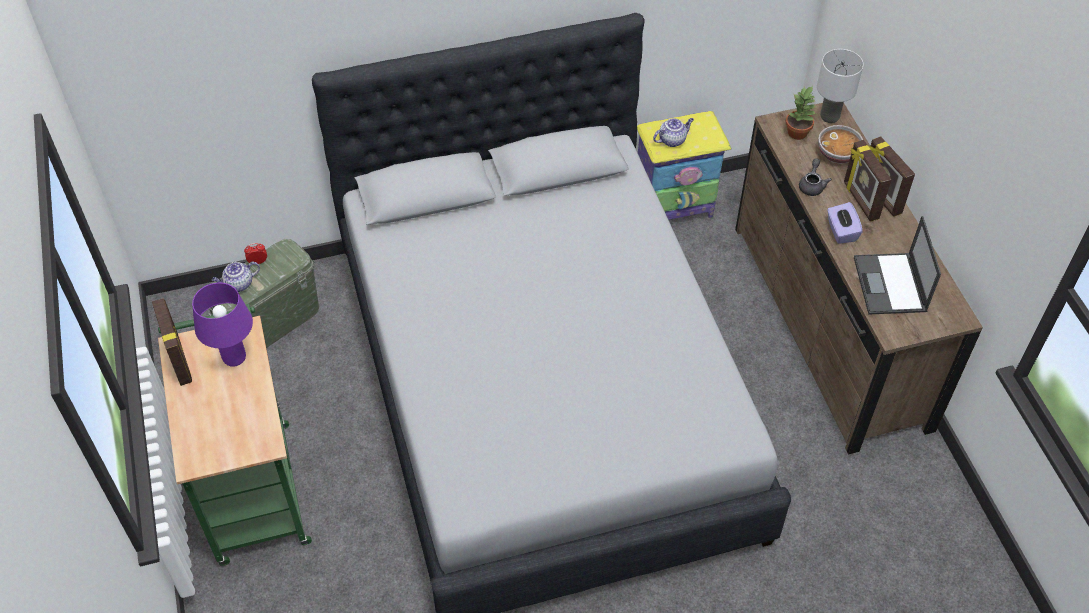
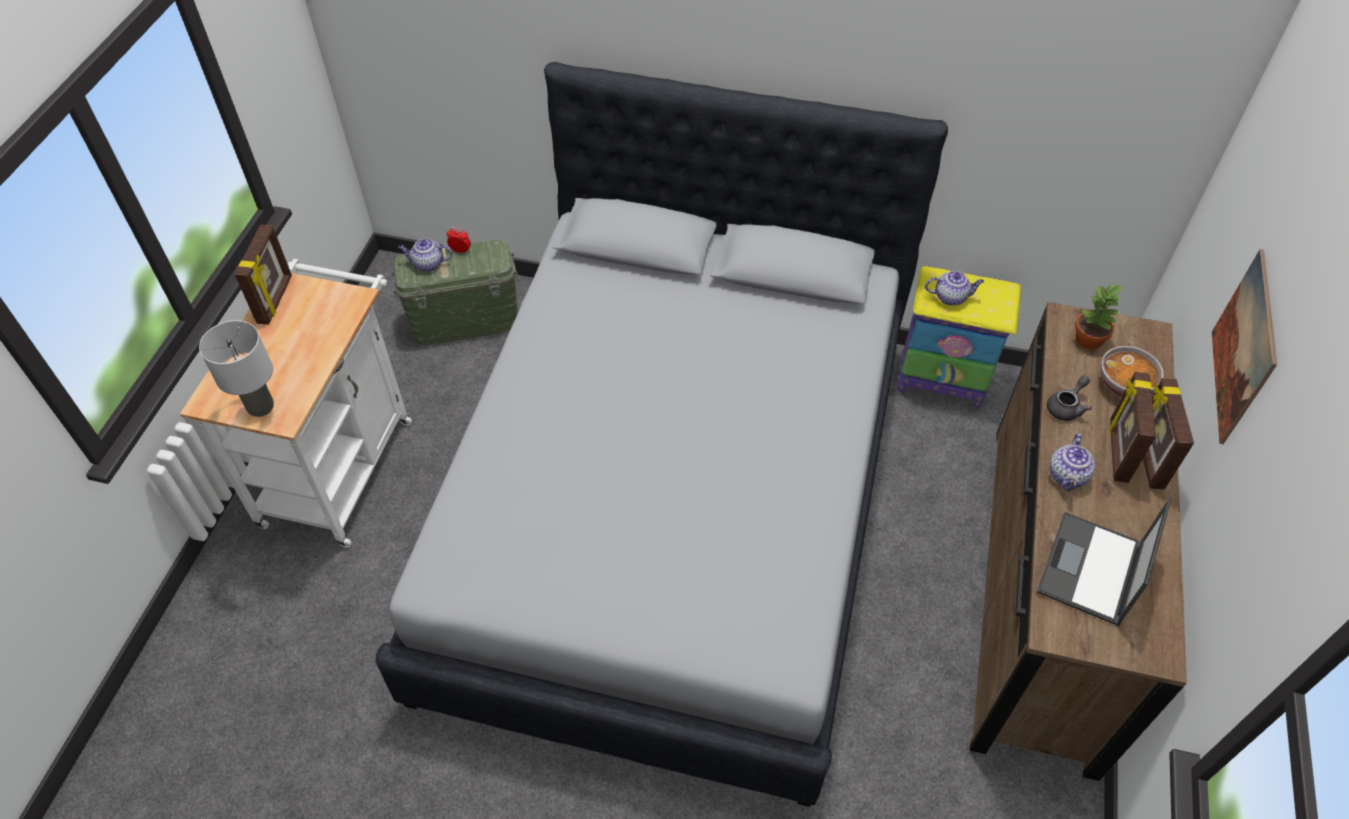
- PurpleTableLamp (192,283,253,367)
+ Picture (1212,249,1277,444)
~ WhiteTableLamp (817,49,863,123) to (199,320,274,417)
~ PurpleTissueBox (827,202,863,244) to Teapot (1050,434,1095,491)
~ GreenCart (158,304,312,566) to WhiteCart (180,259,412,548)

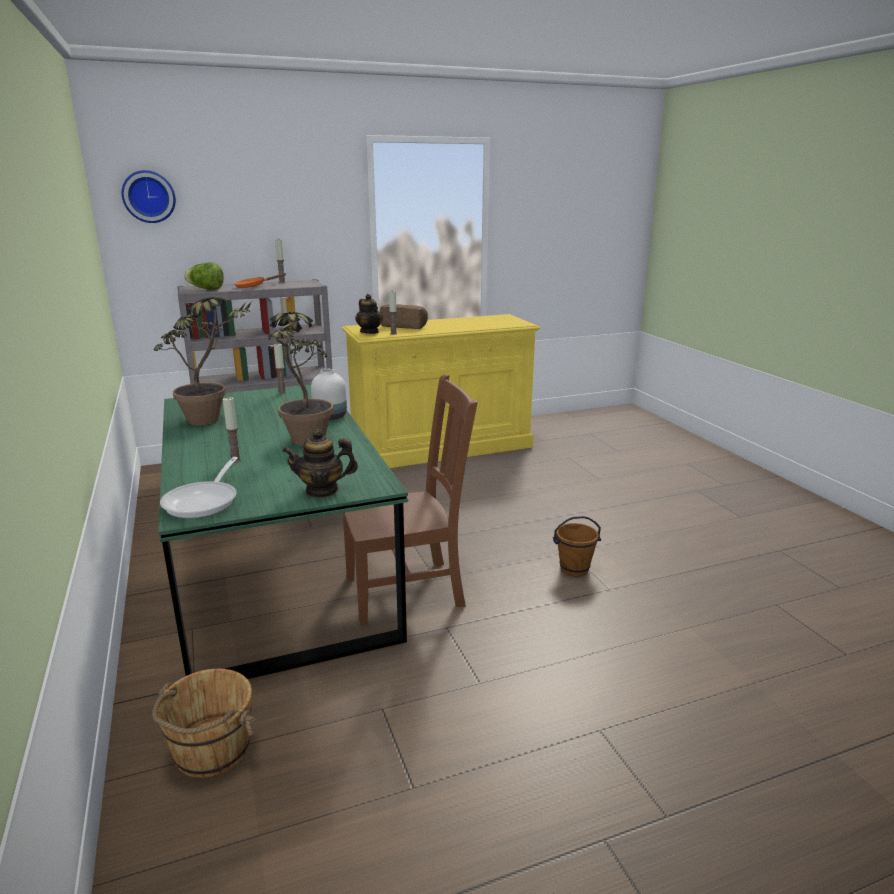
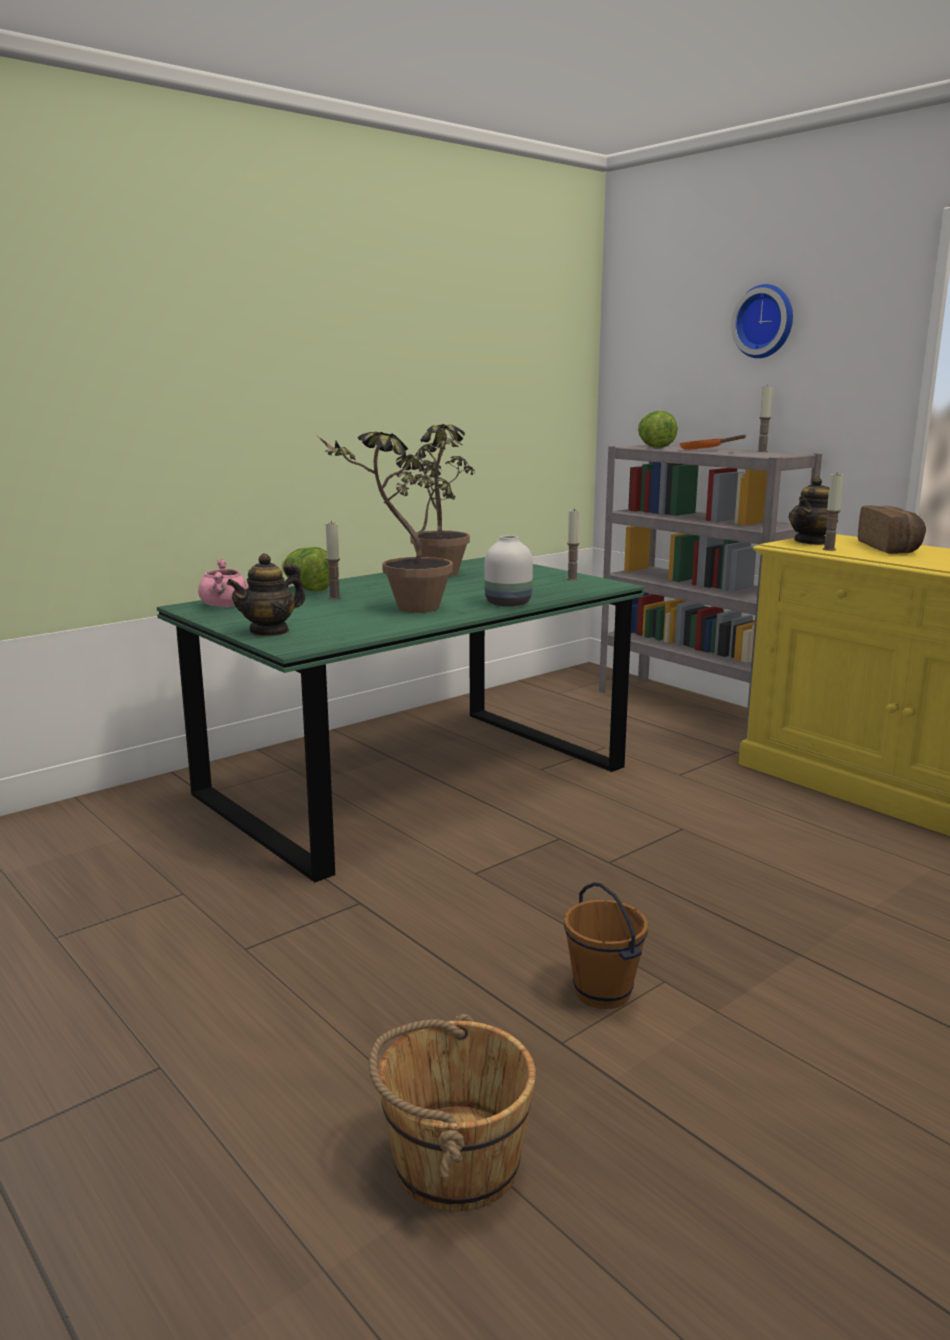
- BrownChair (343,374,478,625)
+ Lettuce (282,547,330,592)
~ WallClock (122,170,176,223) to (731,284,793,358)
~ BrownBucket (152,668,255,778) to (369,1014,536,1212)
~ FryingPan (160,457,238,518) to PinkCookingPot (198,559,248,607)
~ Teapot (282,429,358,498) = (227,553,305,637) 105 degrees counterclockwise

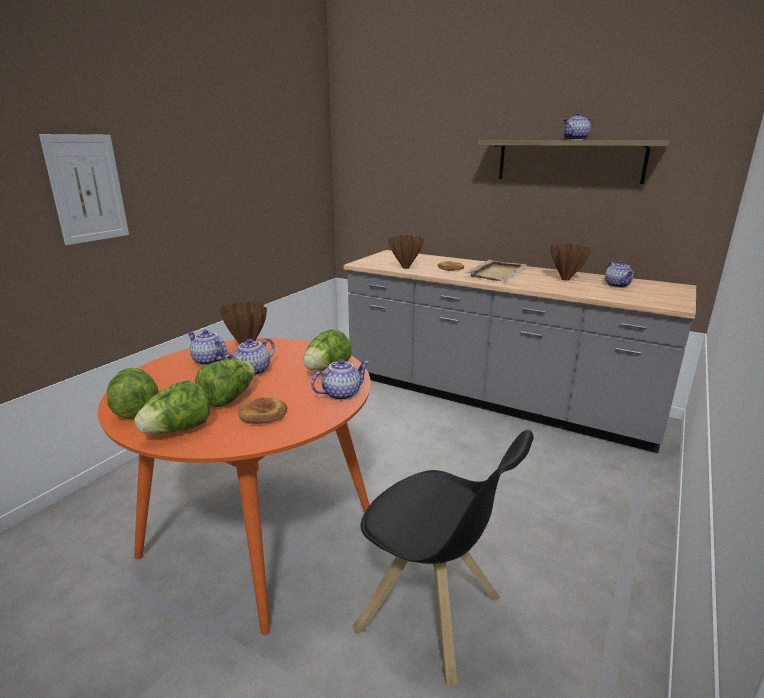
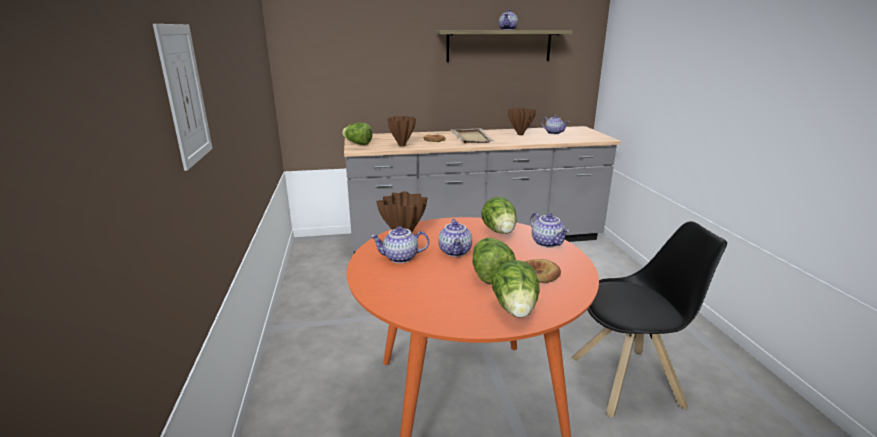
~ Lettuce (107,368,158,419) to (342,122,373,145)
~ Teapot (311,359,369,400) = (530,212,569,248) 135 degrees clockwise

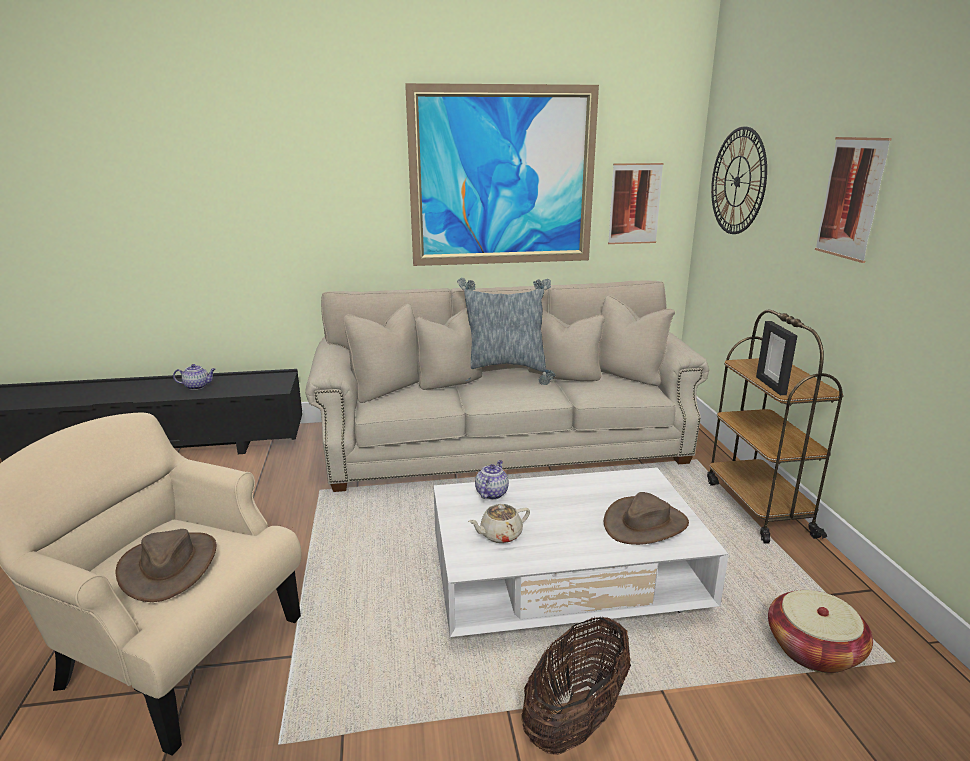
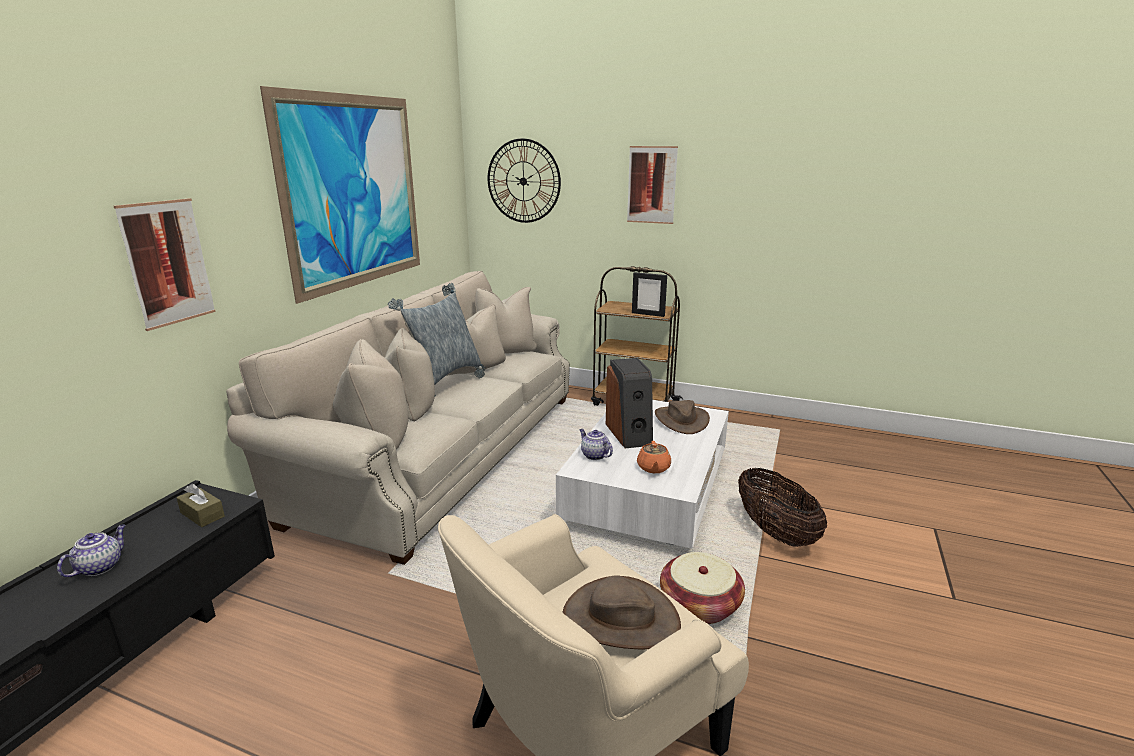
+ BrownTissueBox (177,484,225,527)
+ Speaker (606,358,653,449)
~ Picture (608,163,663,244) to (114,198,216,331)
~ Basket (768,590,873,673) to (660,552,745,624)
~ BeigeTeapot (468,504,530,543) to OrangeTeapot (637,441,671,473)

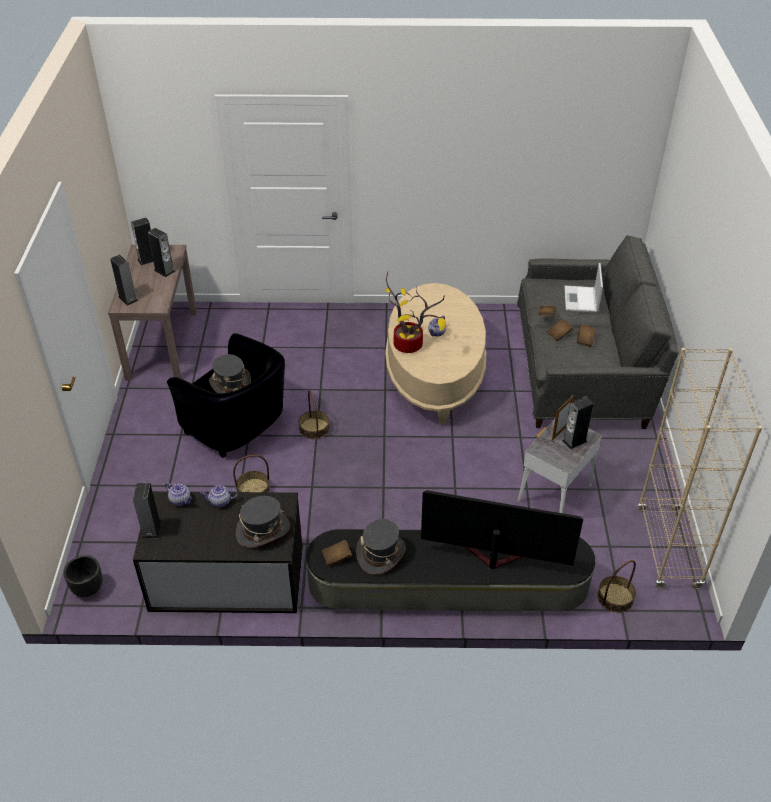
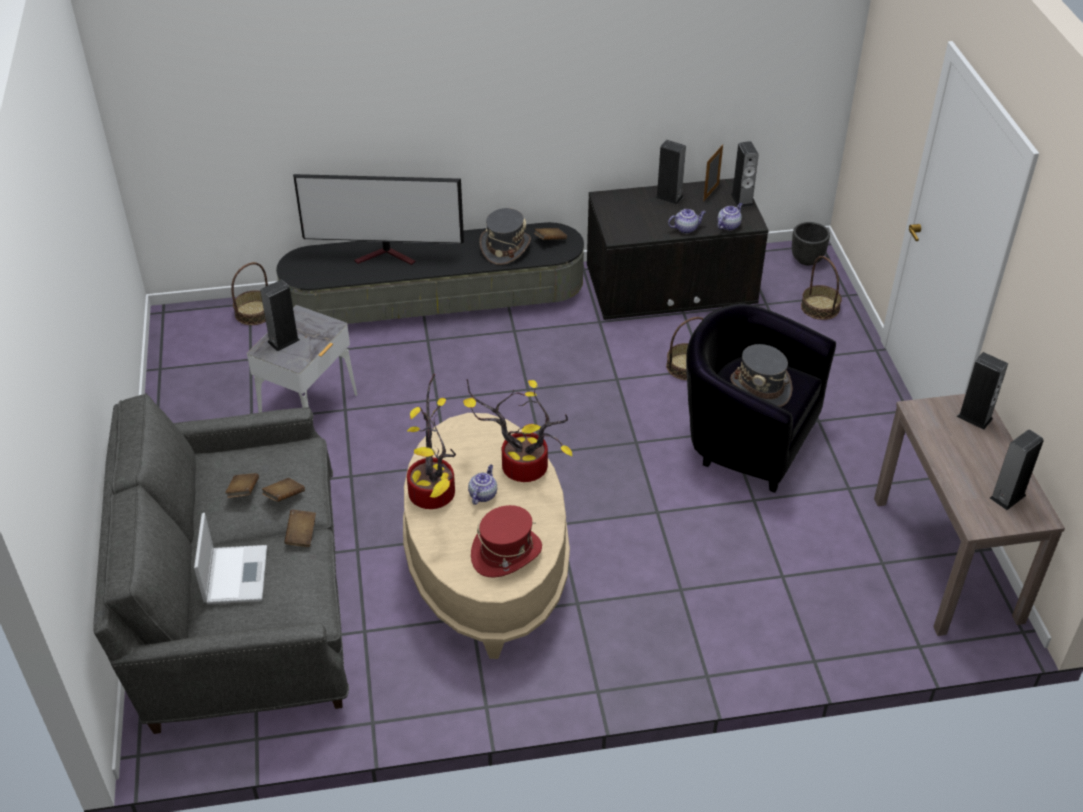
- GreyHat (236,496,290,548)
- BeigeBookcase (638,348,762,589)
+ PottedPlant (407,374,456,509)
+ RedHat (471,505,542,577)
~ Speaker (148,228,175,277) to (655,140,686,205)
~ Basket (298,390,330,439) to (801,256,842,320)
~ PictureFrame (552,395,574,441) to (703,144,723,202)
~ Teapot (165,483,192,506) = (718,203,742,231) 105 degrees clockwise

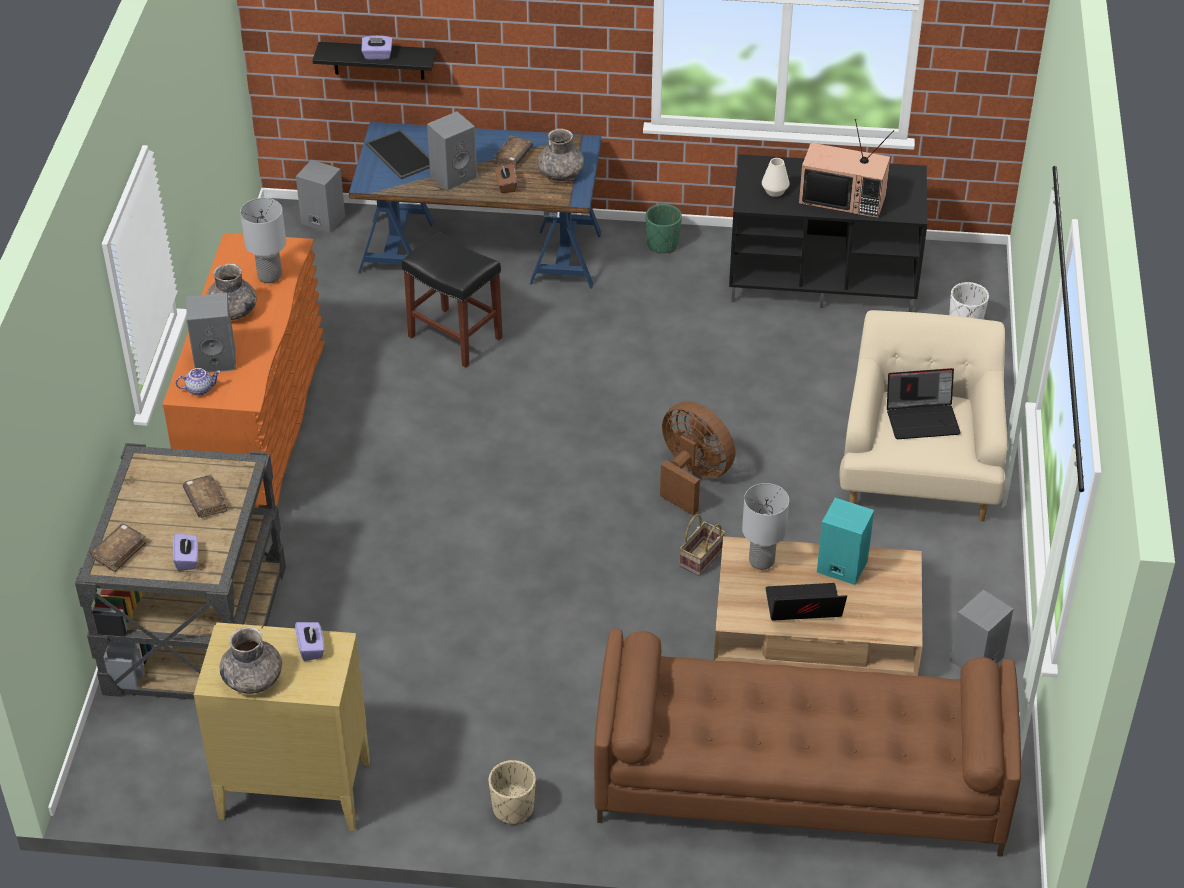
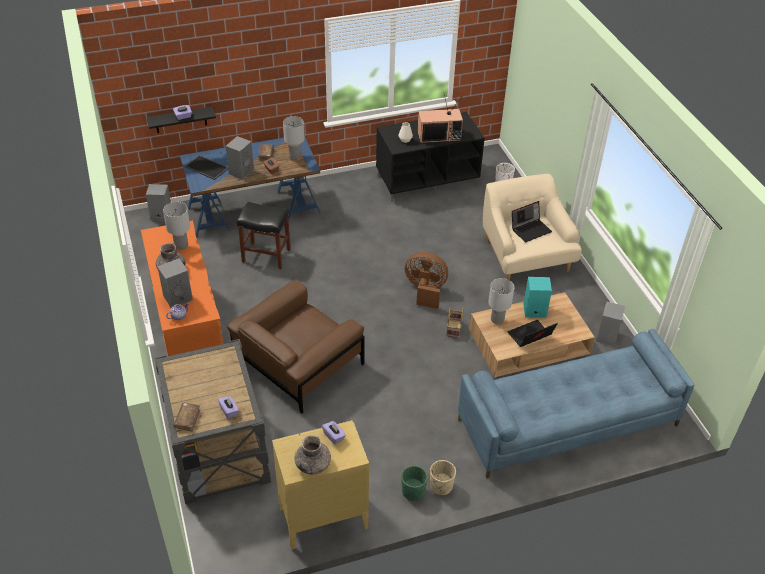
- BrownBook (183,474,228,518)
+ BrownArmchair (227,279,365,414)
~ GreenPlanter (646,204,682,253) to (401,465,428,501)
~ GreyVase (537,129,584,181) to GreyTableLamp (283,116,305,160)
~ BrownSofa (594,629,1021,857) to BlueSofa (458,329,694,478)

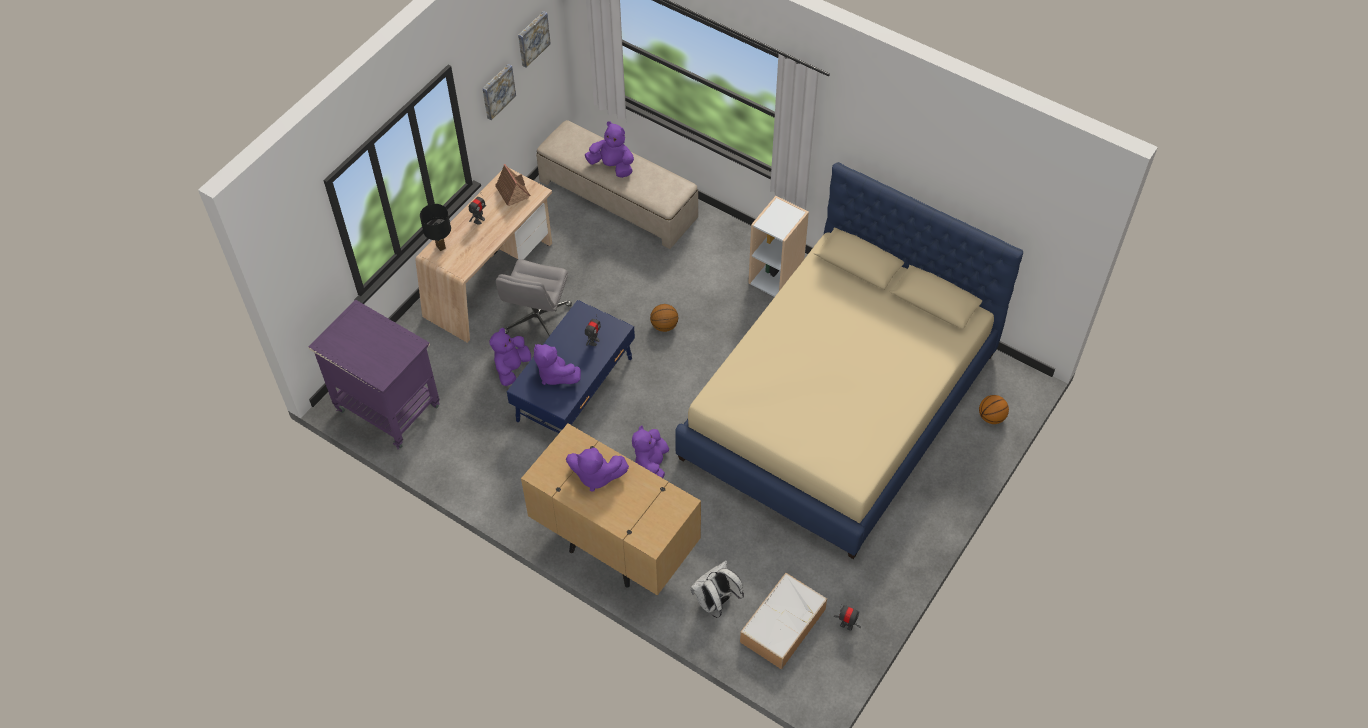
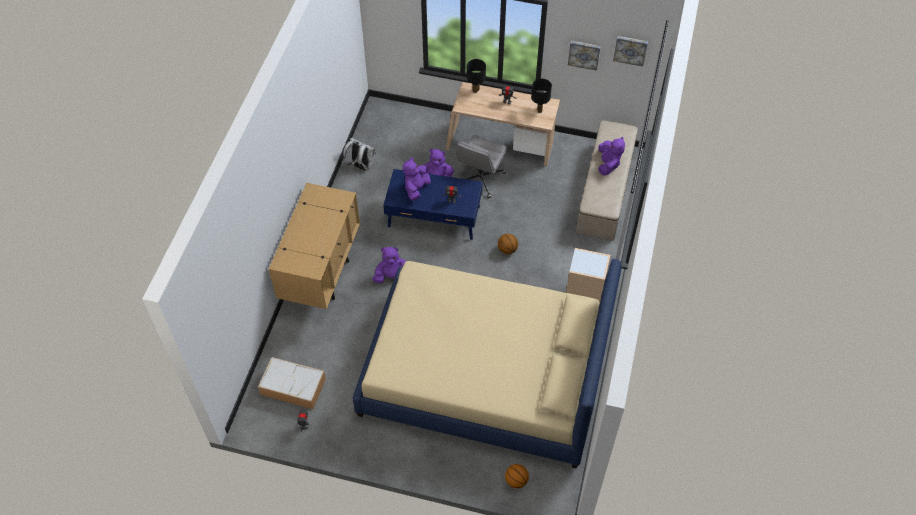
- PurpleCart (308,300,440,449)
- PurplePlushToy (566,447,629,491)
~ WhiteBackpack (691,561,744,618) to (343,138,376,171)
~ ToyHouse (495,164,530,206) to BlackTableLamp (531,79,552,113)
~ GreyOfficeChair (496,259,572,336) = (457,135,507,198) 60 degrees counterclockwise

